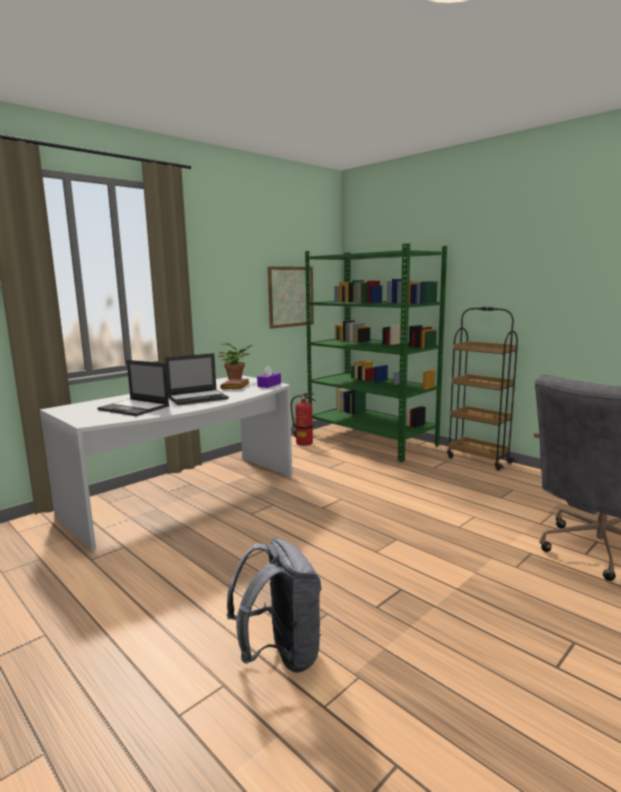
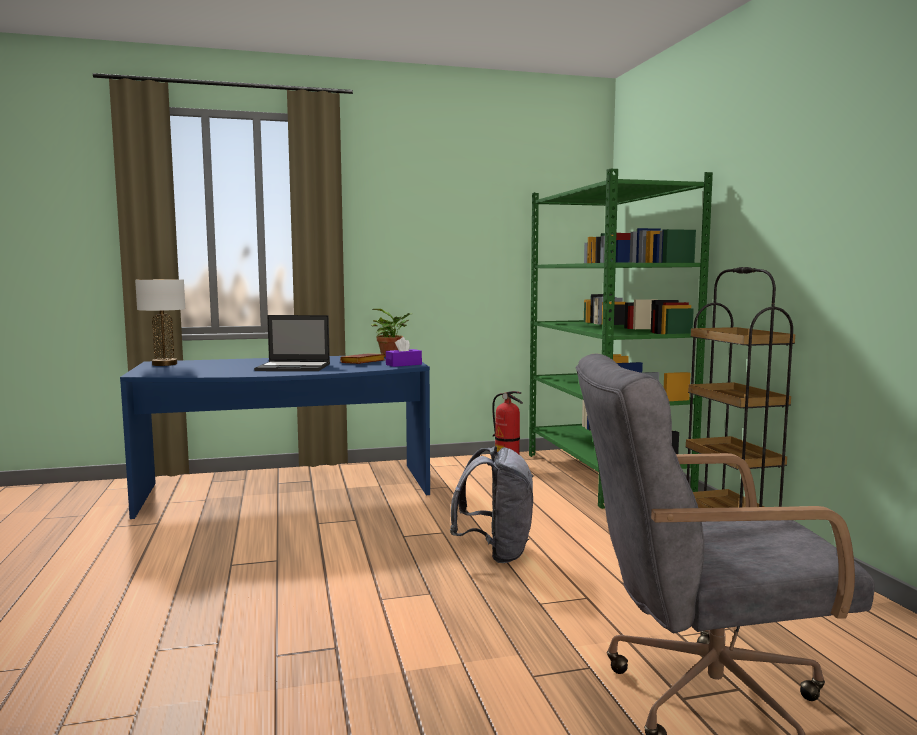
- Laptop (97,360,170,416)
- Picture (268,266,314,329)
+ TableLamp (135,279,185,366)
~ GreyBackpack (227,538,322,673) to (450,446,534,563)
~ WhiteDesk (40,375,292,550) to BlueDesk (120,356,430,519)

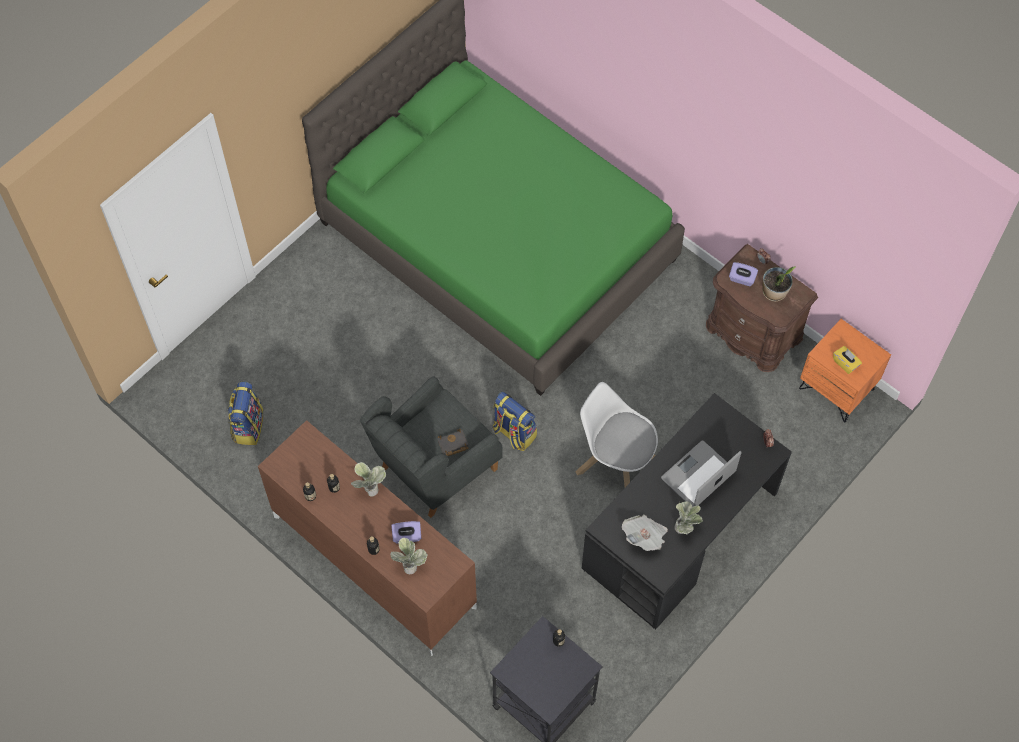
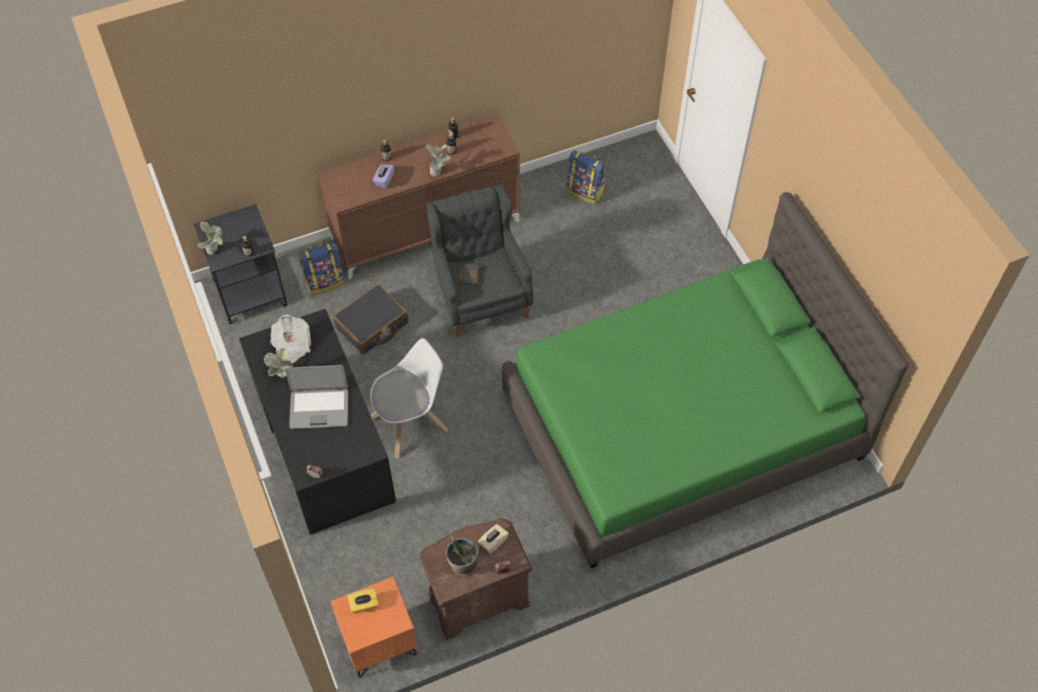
+ BlackSuitcase (333,284,409,355)
~ PottedPlant (390,538,428,574) to (197,221,223,255)
~ Backpack (493,392,537,451) to (299,242,344,295)
~ PurpleTissueBox (729,262,758,286) to BeigeTissueBox (478,524,509,554)
~ Laptop (661,441,741,508) = (285,365,348,429) 105 degrees clockwise

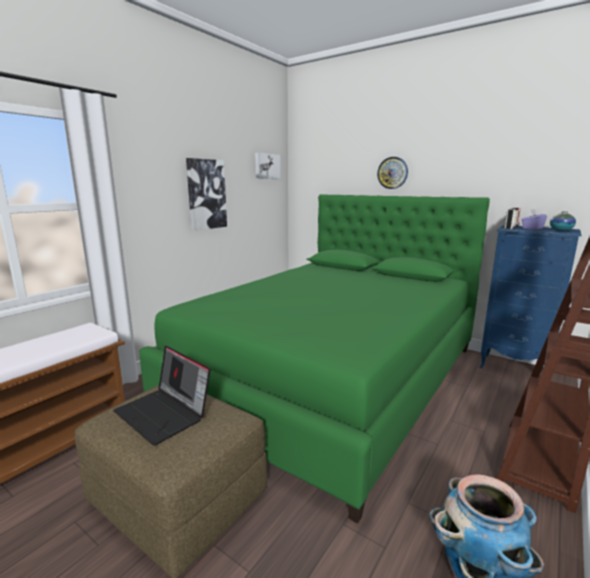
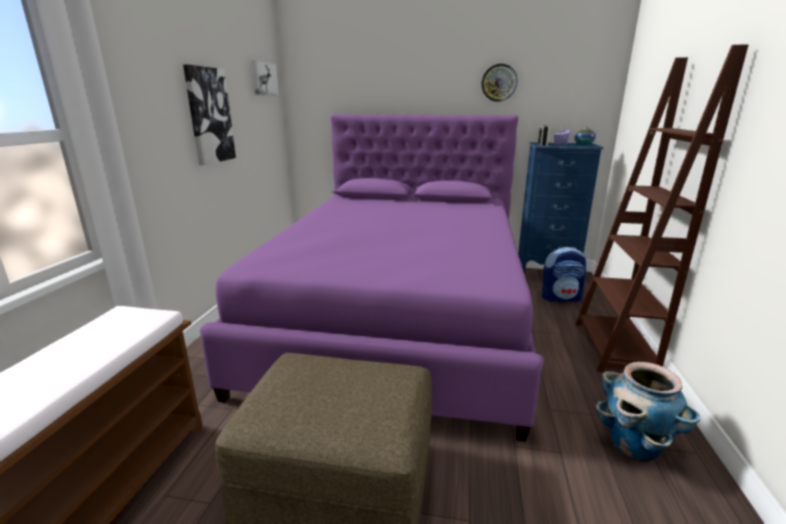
- Laptop (113,346,210,446)
+ Backpack (541,247,587,302)
~ WallClock (377,157,408,189) to (482,64,518,102)
~ GreenBed (139,194,490,524) to PurpleBed (200,114,544,441)

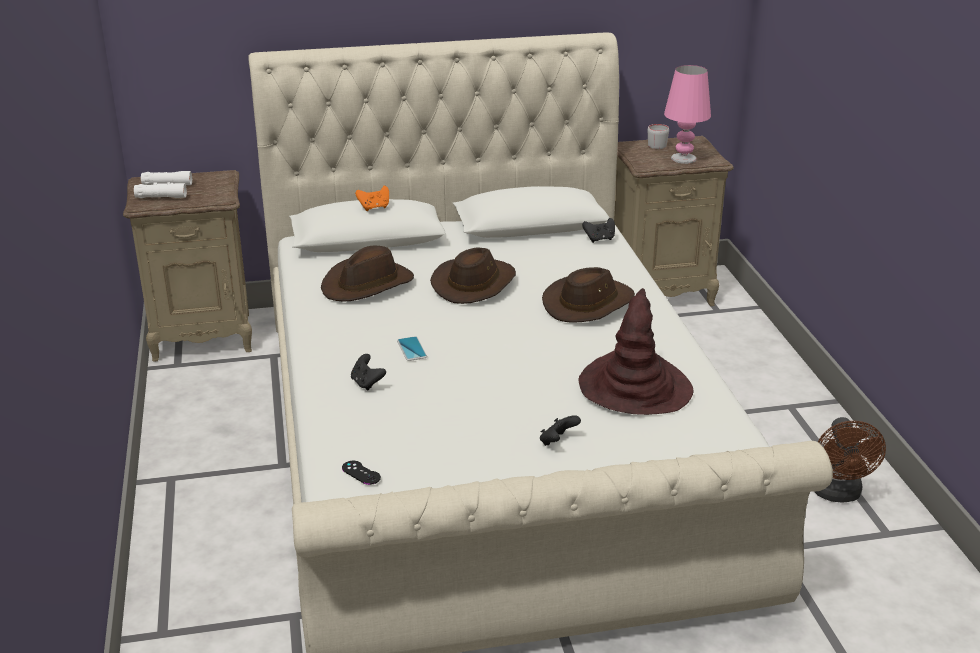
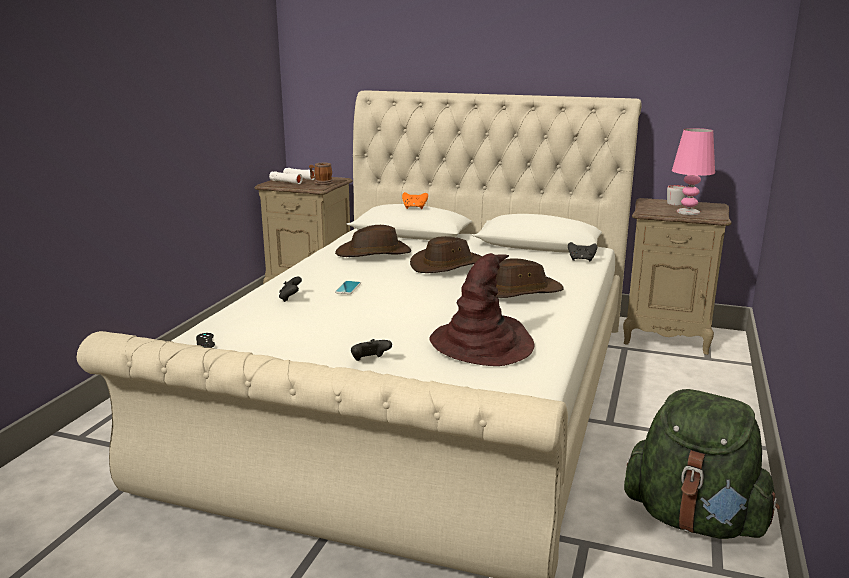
+ Mug (309,162,333,185)
~ BrownFan (814,417,886,502) to GreenBackpack (624,389,780,539)

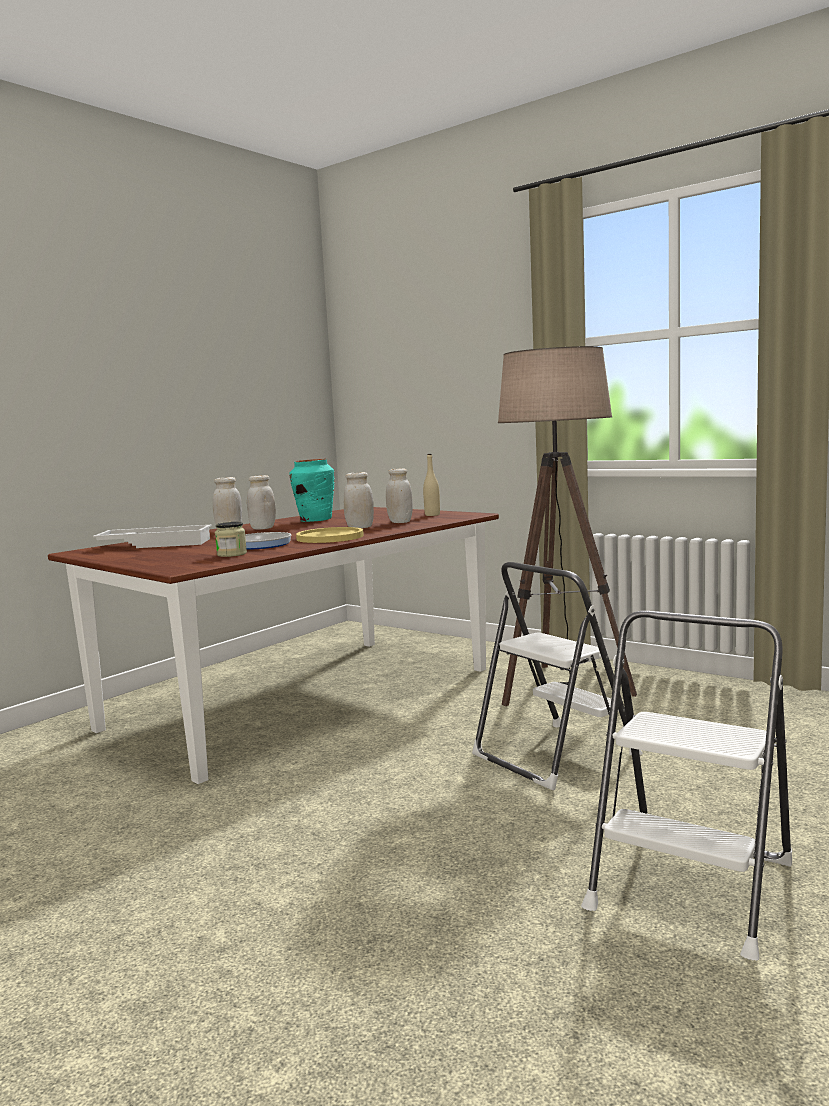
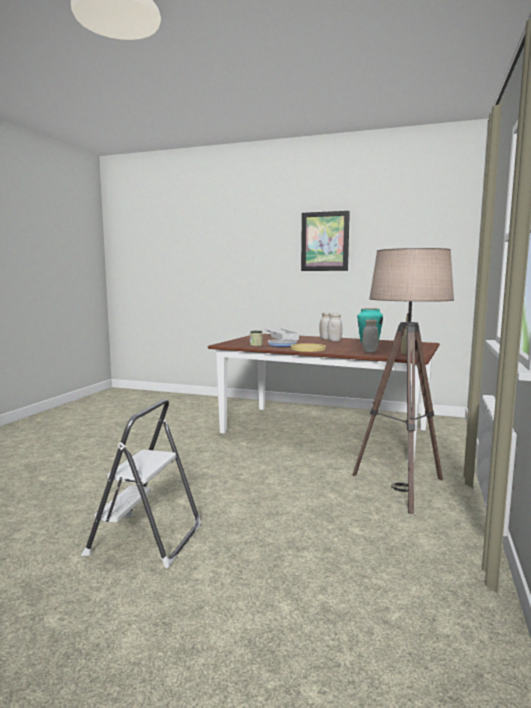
- WhiteJar (344,472,374,528)
- WhiteStepLadder (472,562,643,790)
+ Picture (301,211,350,271)

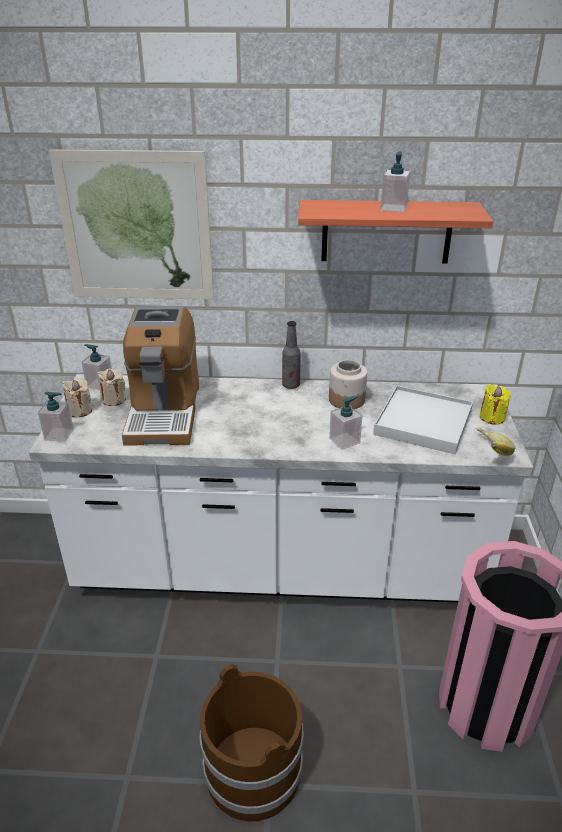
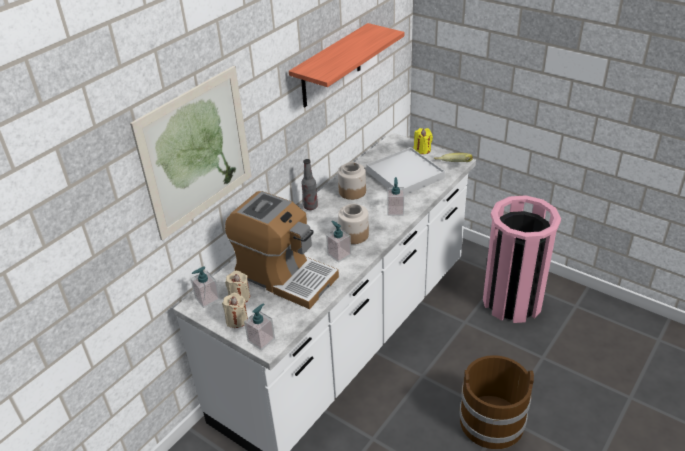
+ Jar (338,204,369,244)
~ SoapDispenser (380,151,411,212) to (326,221,351,263)

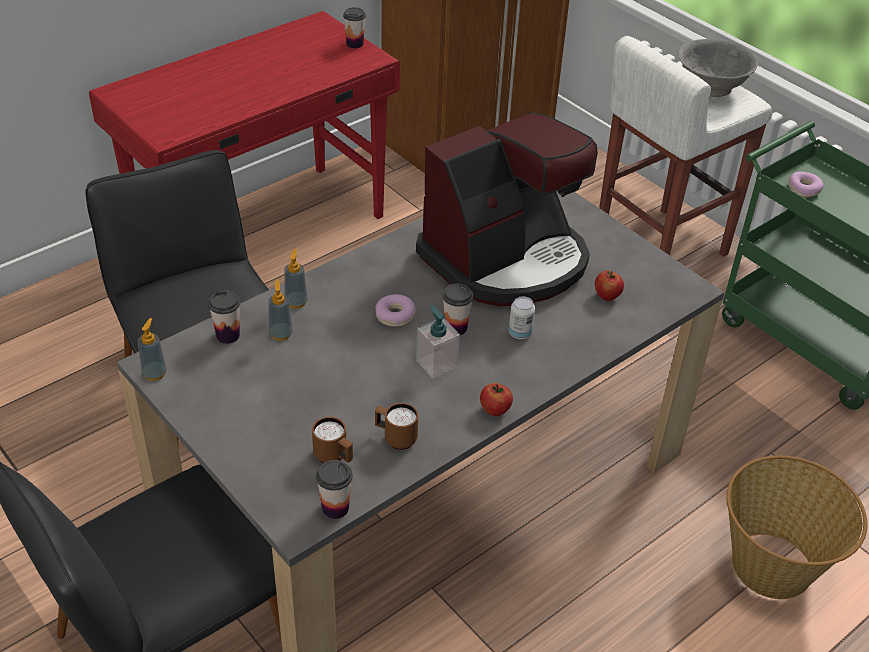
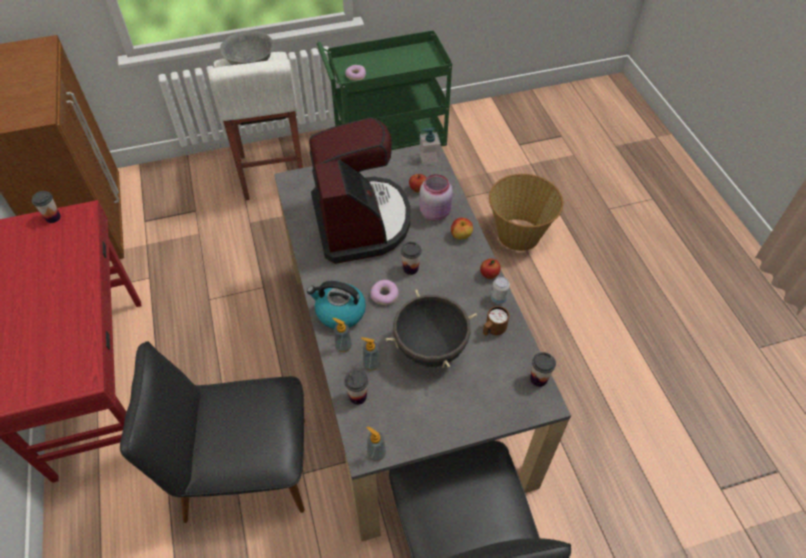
- BrownMug (312,417,353,463)
+ Kettle (307,281,366,329)
+ BlackCookingPot (386,290,477,368)
+ PinkJar (419,174,453,221)
+ Apple (451,218,473,240)
~ SoapDispenser (416,305,460,378) to (419,127,441,165)
~ Can (509,296,535,339) to (491,276,510,304)

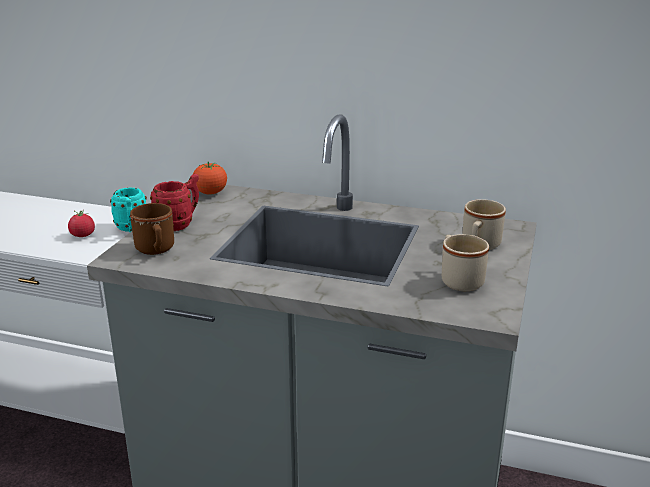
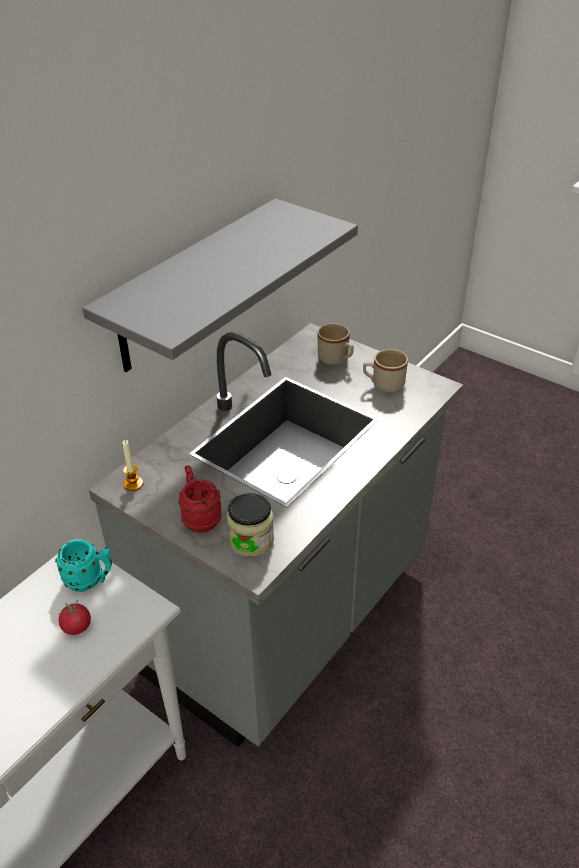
+ GreyShelf (82,199,358,372)
~ BrownMug (130,203,174,255) to Jar (227,493,274,557)
~ Tomato (193,162,227,195) to Candle (123,440,143,491)

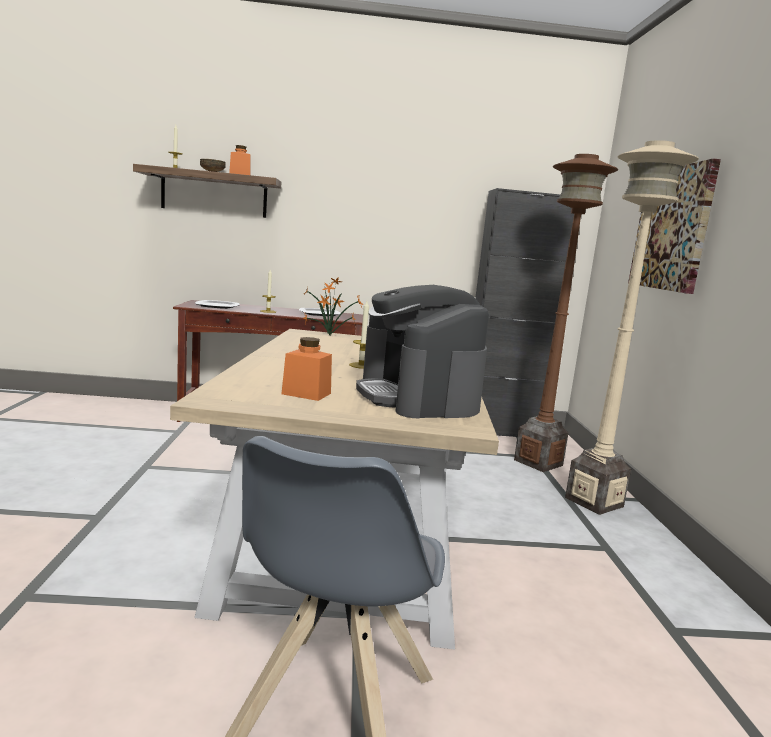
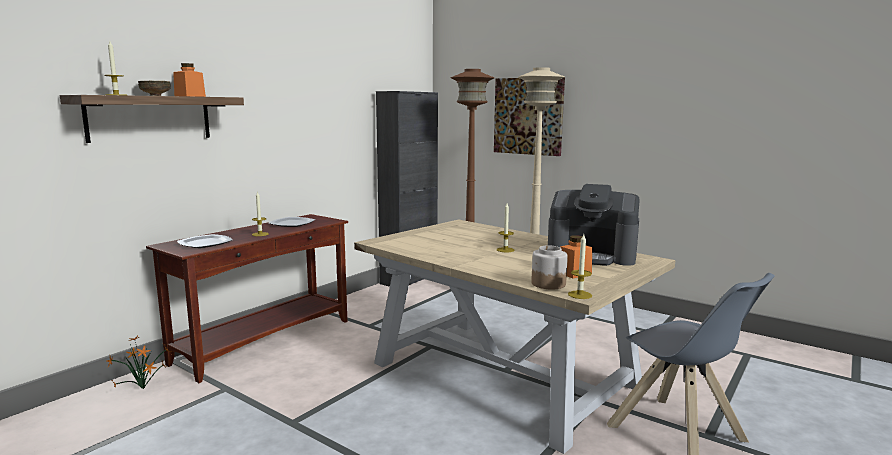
+ Jar (531,245,568,289)
+ Candle (568,234,592,299)
~ PottedPlant (303,278,364,335) to (107,336,171,389)

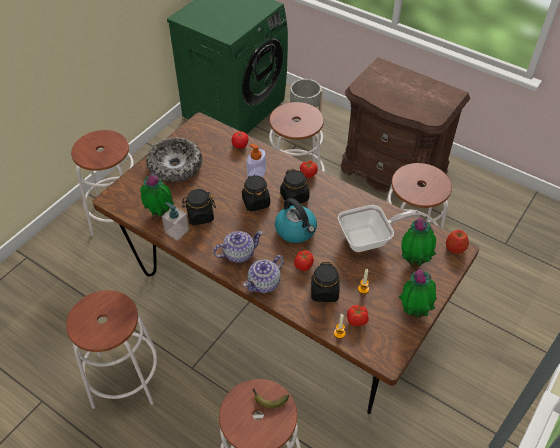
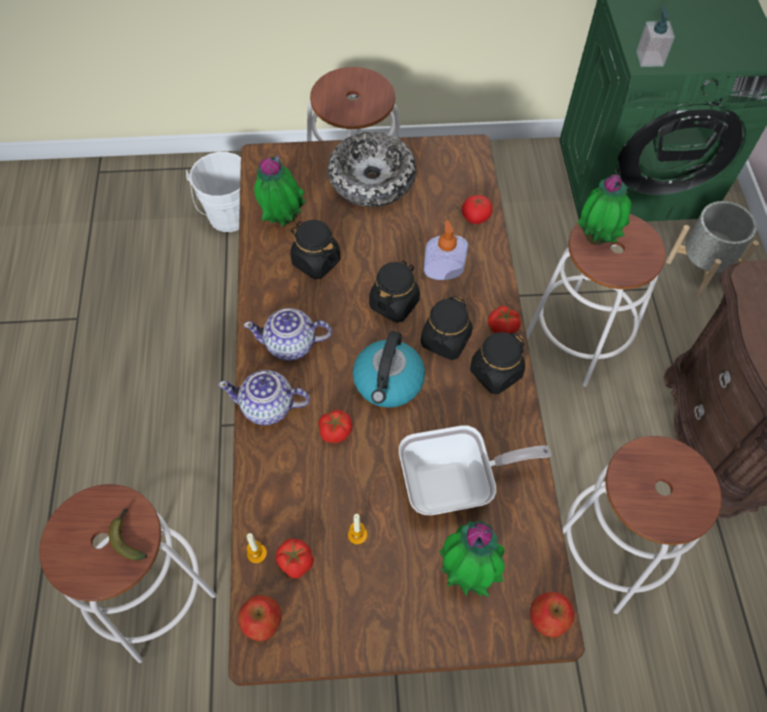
- WhiteStool (66,290,157,409)
+ WhiteBucket (186,152,241,232)
+ Apple (238,595,282,641)
~ SoapDispenser (162,202,189,241) to (636,6,675,67)
~ BlackJar (311,262,340,302) to (470,332,525,394)
~ PottedPlant (399,269,437,318) to (578,174,631,245)
~ Teapot (213,231,263,263) = (244,308,332,361) 150 degrees clockwise
~ FryingPan (338,205,420,252) = (399,426,551,515) 45 degrees counterclockwise

